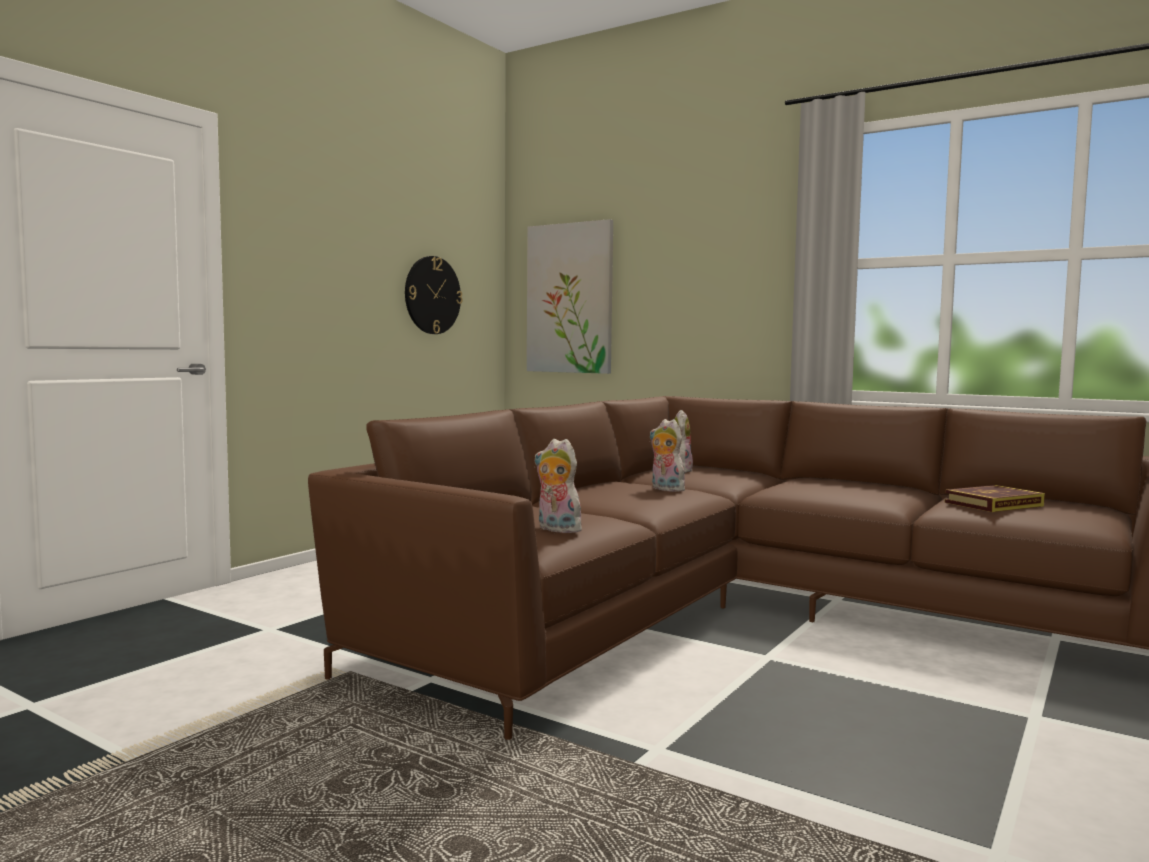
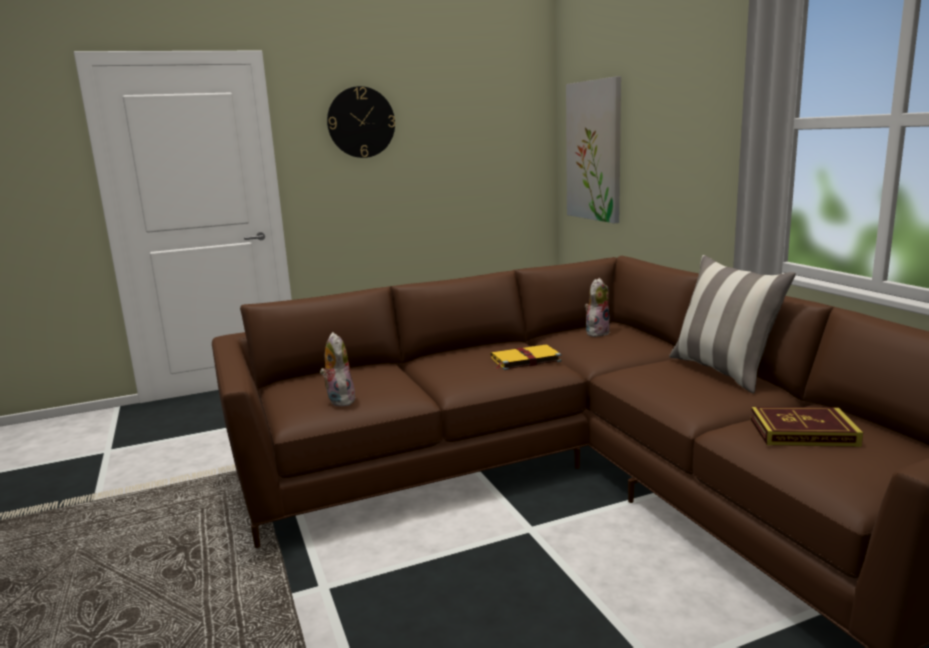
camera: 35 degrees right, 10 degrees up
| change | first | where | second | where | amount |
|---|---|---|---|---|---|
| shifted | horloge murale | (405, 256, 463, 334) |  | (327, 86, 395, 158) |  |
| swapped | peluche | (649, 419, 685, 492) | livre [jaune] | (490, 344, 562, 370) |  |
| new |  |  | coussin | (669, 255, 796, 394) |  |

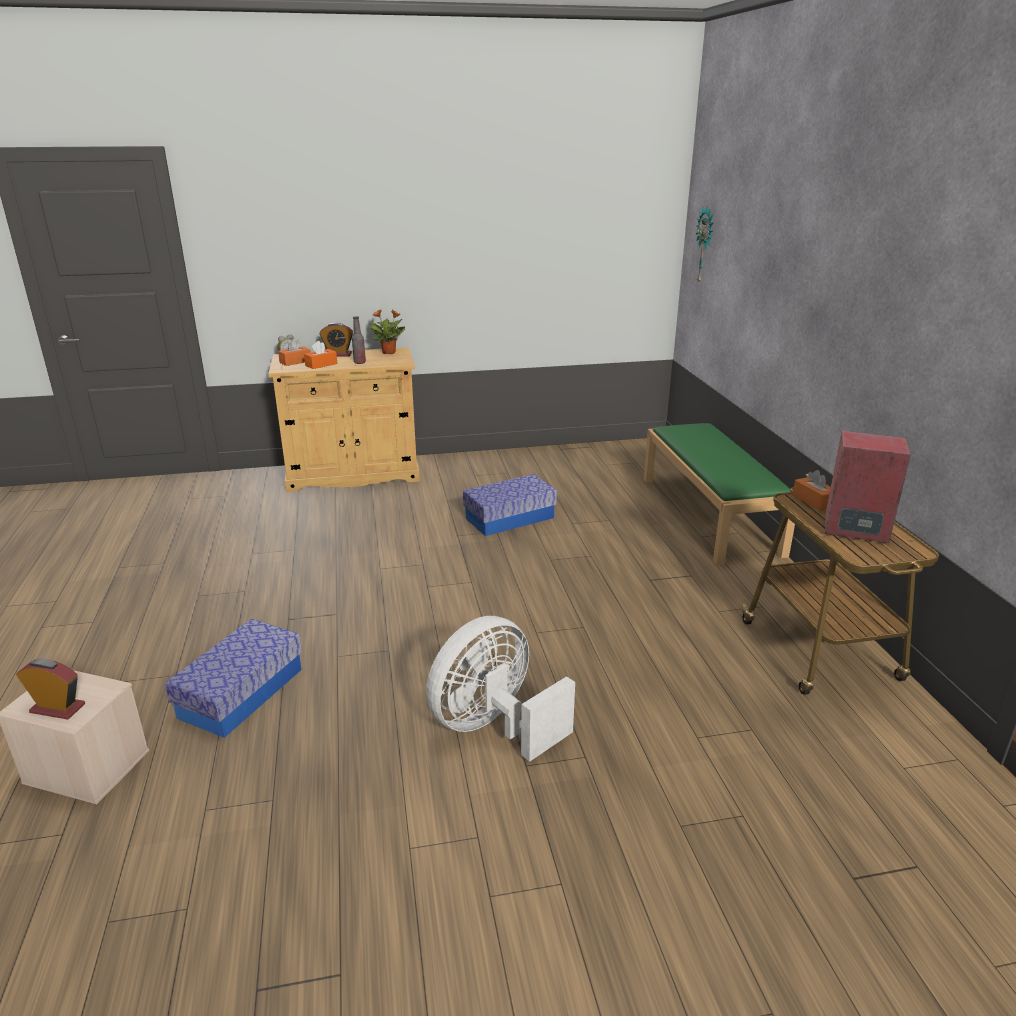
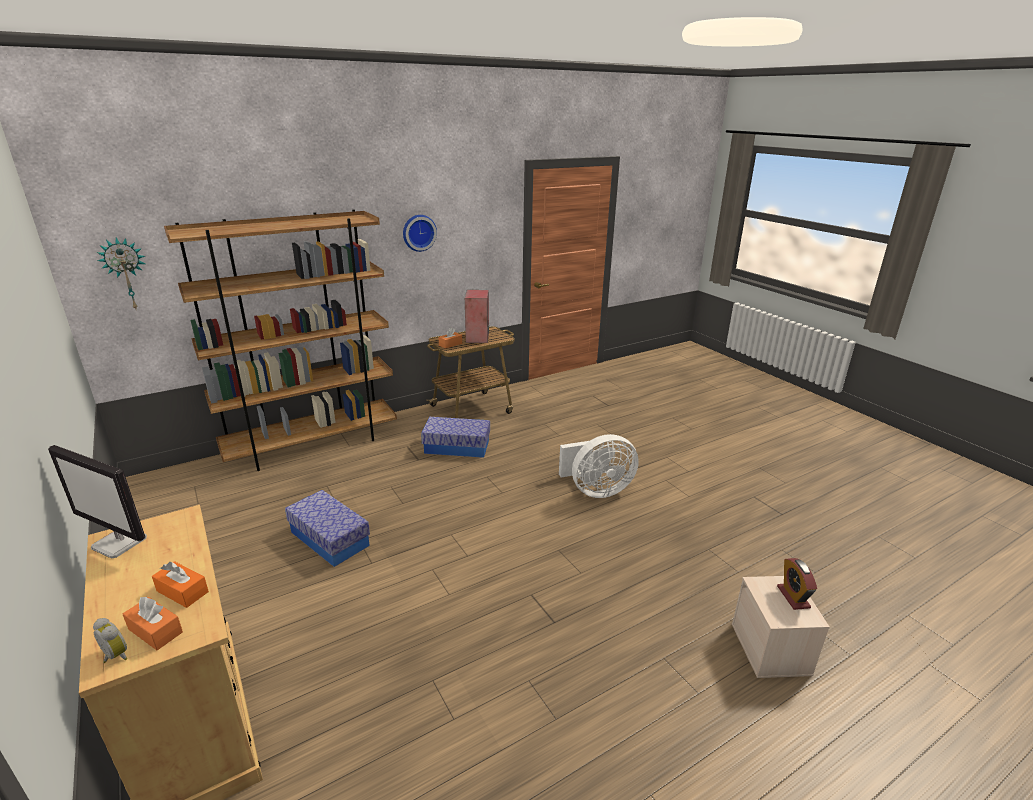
camera: 110 degrees left, 0 degrees up
| change | first | where | second | where | amount |
|---|---|---|---|---|---|
| shifted | boîte de rangement | (165, 619, 302, 738) |  | (421, 417, 490, 458) |  |
| gone | réveil | (320, 323, 353, 357) |  |  |  |
| gone | bouteille | (352, 316, 366, 364) |  |  |  |
| swapped | plante en pot | (370, 309, 406, 354) | écran d'ordinateur | (48, 445, 147, 559) |  |
| rotated | ventilateur [blanc] | (426, 616, 575, 762) |  | (559, 434, 639, 498) | 45 degrees counterclockwise |
| swapped | banc [vert] | (644, 423, 795, 565) | bibliothèque [marron] | (164, 210, 397, 471) |  |
| new |  |  | horloge murale | (403, 215, 437, 252) |  |

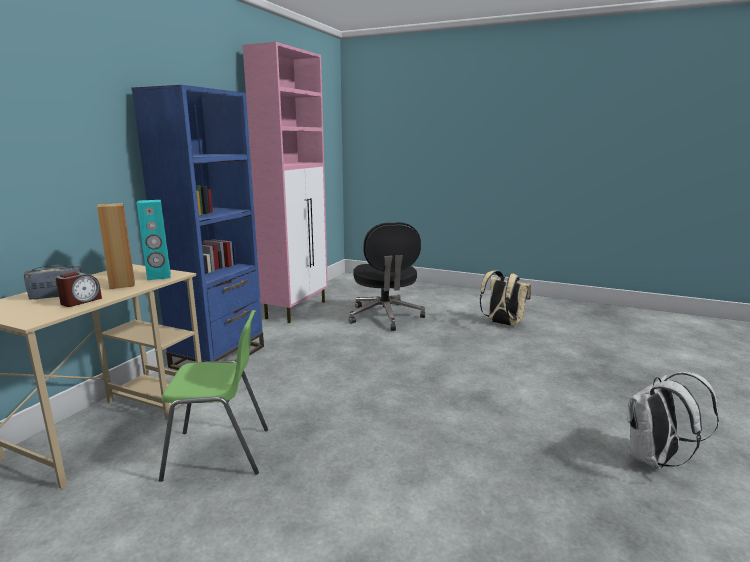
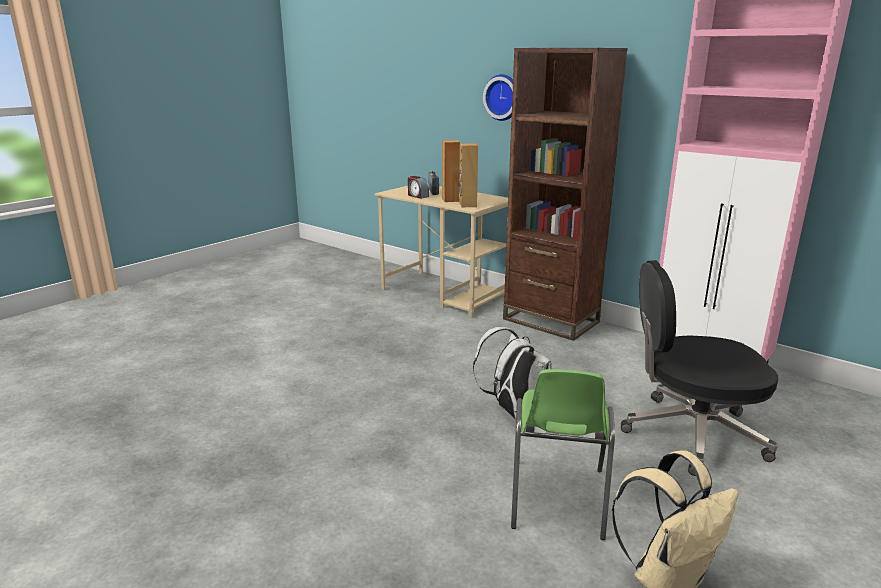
camera: 105 degrees right, 5 degrees up
| change | first | where | second | where | amount |
|---|---|---|---|---|---|
| repainted | bibliothèque [bleu] | (131, 85, 264, 370) | bibliothèque [marron] | (503, 48, 628, 341) |  |
| repainted | enceinte [turquoise] | (137, 200, 171, 280) | enceinte [marron] | (459, 143, 478, 207) |  |
| shifted | chaise [vert] | (159, 310, 268, 482) |  | (511, 369, 615, 540) |  |
| shifted | sac à dos [blanc] | (627, 372, 719, 469) |  | (473, 327, 552, 419) |  |
| new |  |  | horloge murale | (483, 74, 513, 121) |  |

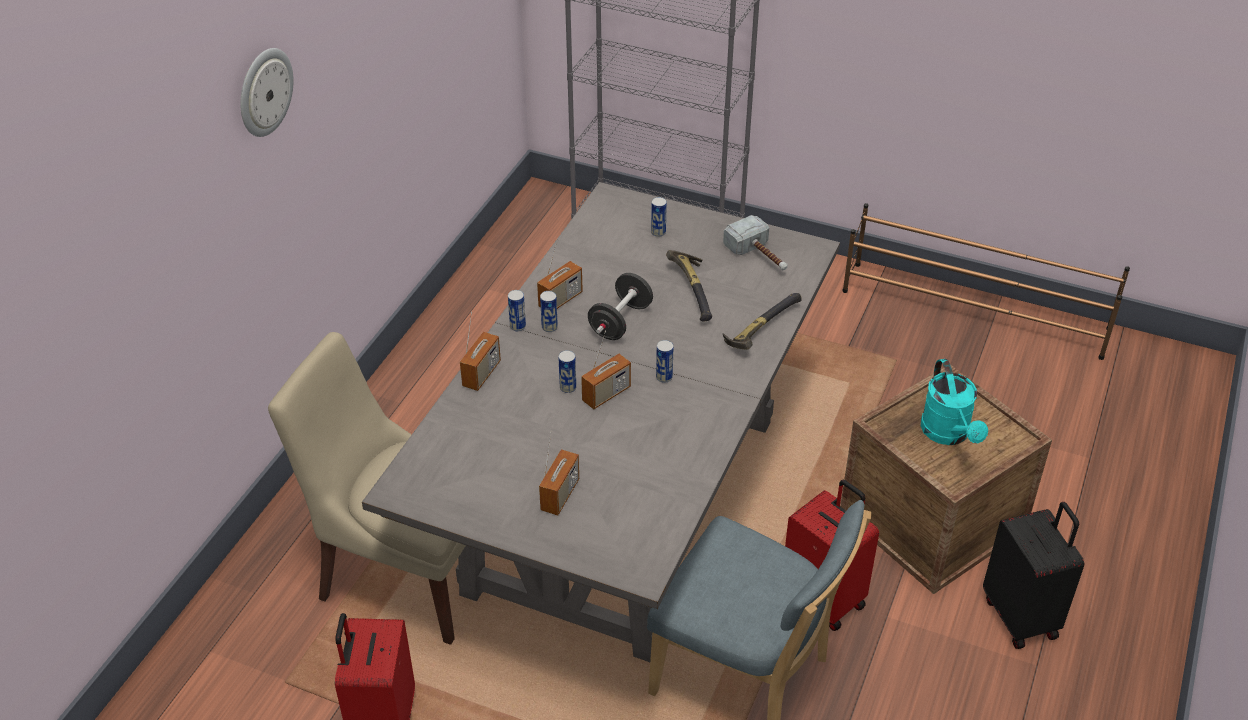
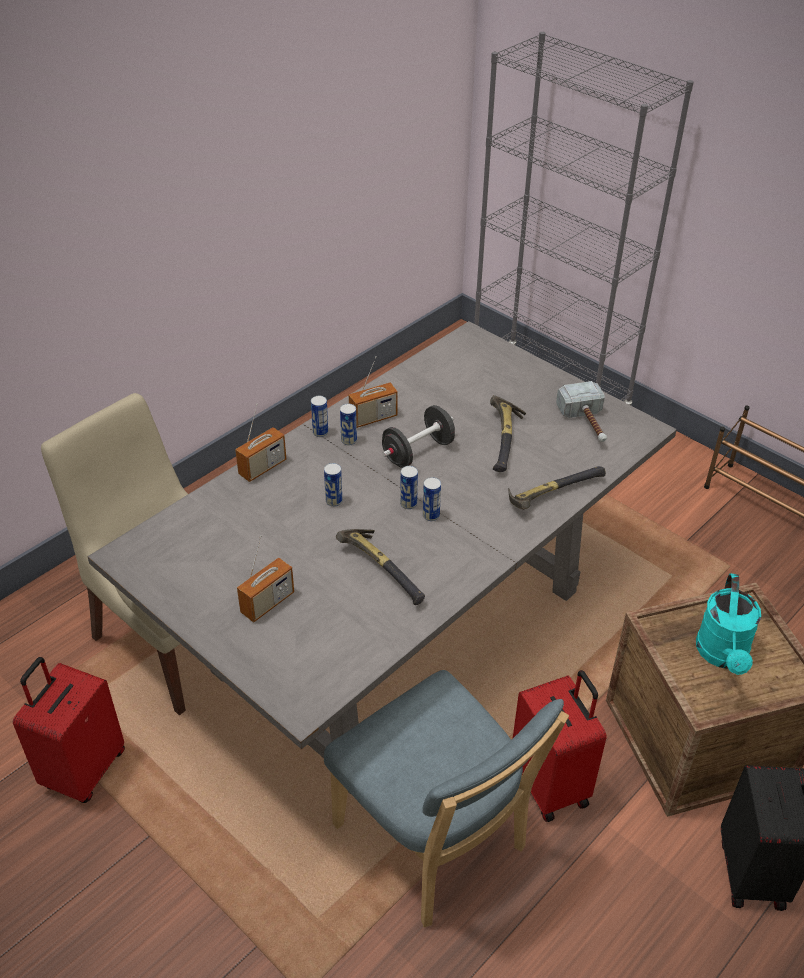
camera: 20 degrees right, 0 degrees up
| change | first | where | second | where | amount |
|---|---|---|---|---|---|
| gone | horloge murale | (240, 48, 293, 137) |  |  |  |
| gone | radio | (581, 330, 631, 409) |  |  |  |
| shifted | boîte métallique | (651, 197, 667, 237) |  | (400, 466, 418, 509) |  |
| new |  |  | marteau | (336, 529, 425, 605) |  |

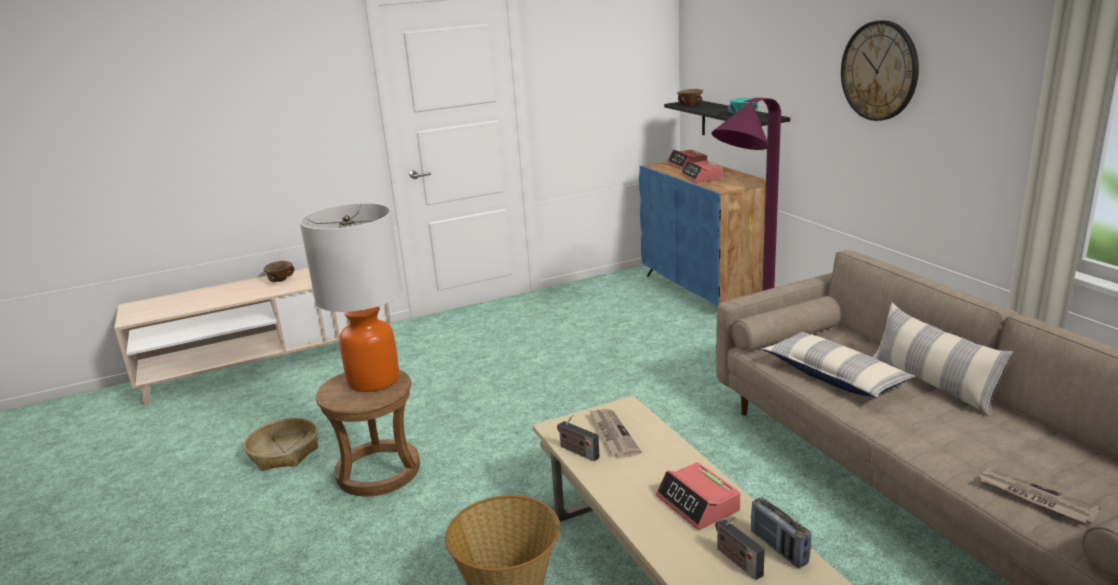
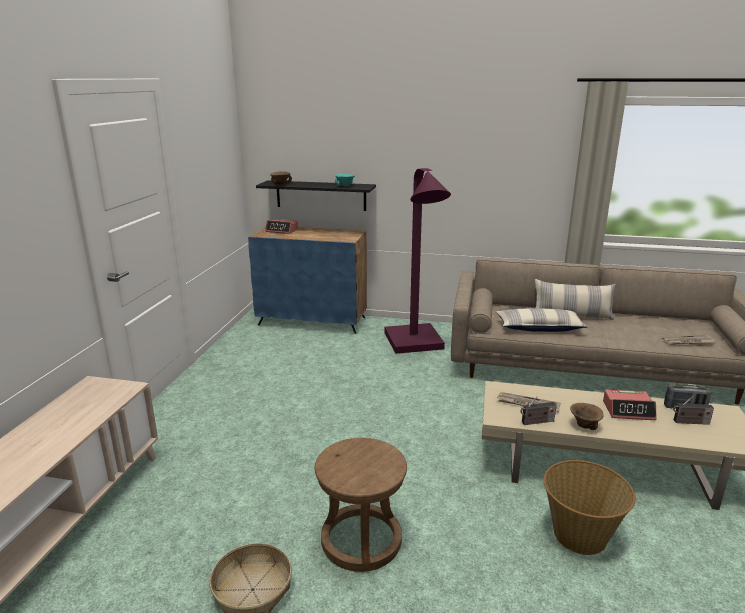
camera: 55 degrees left, 0 degrees up
| change | first | where | second | where | amount |
|---|---|---|---|---|---|
| shifted | bol [marron] | (264, 261, 294, 282) |  | (570, 403, 604, 430) |  |
| gone | lampe de table | (300, 203, 403, 392) |  |  |  |
| gone | réveil | (680, 160, 723, 183) |  |  |  |
| gone | horloge murale | (841, 20, 919, 121) |  |  |  |

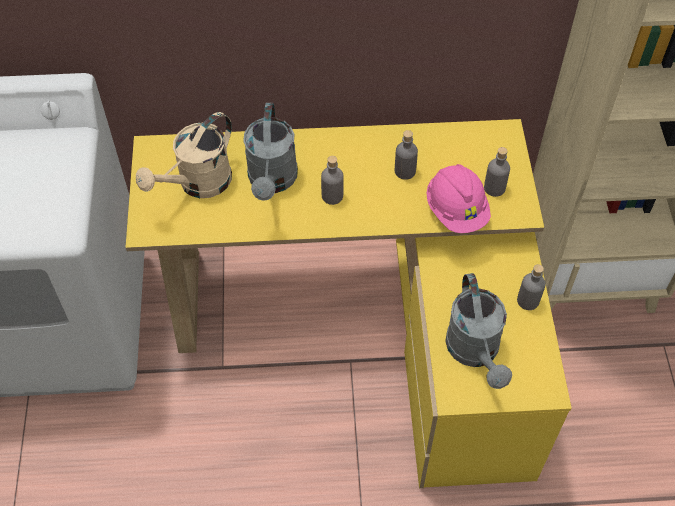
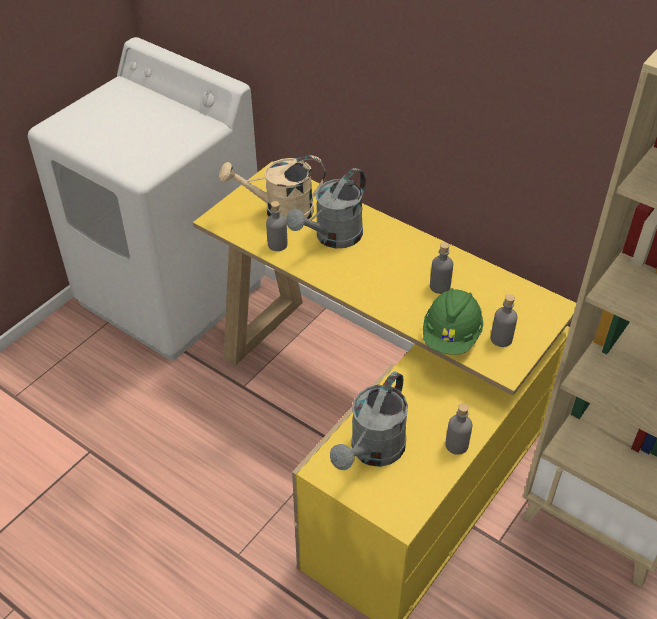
camera: 40 degrees right, 10 degrees down
| change | first | where | second | where | amount |
|---|---|---|---|---|---|
| shifted | bouteille [gris] | (321, 156, 344, 205) |  | (266, 201, 287, 251) |  |
| repainted | casque de chantier [rose] | (427, 164, 491, 233) | casque de chantier [vert] | (423, 288, 483, 355) |  |

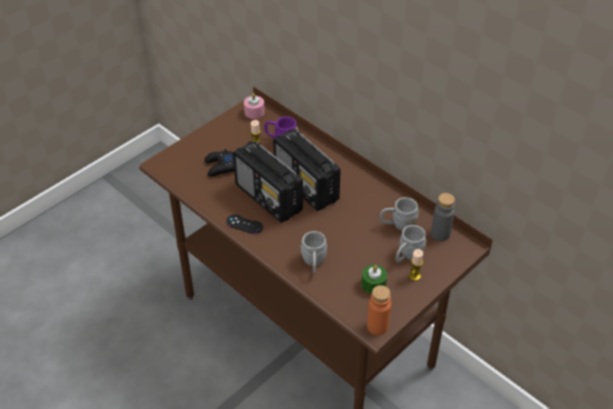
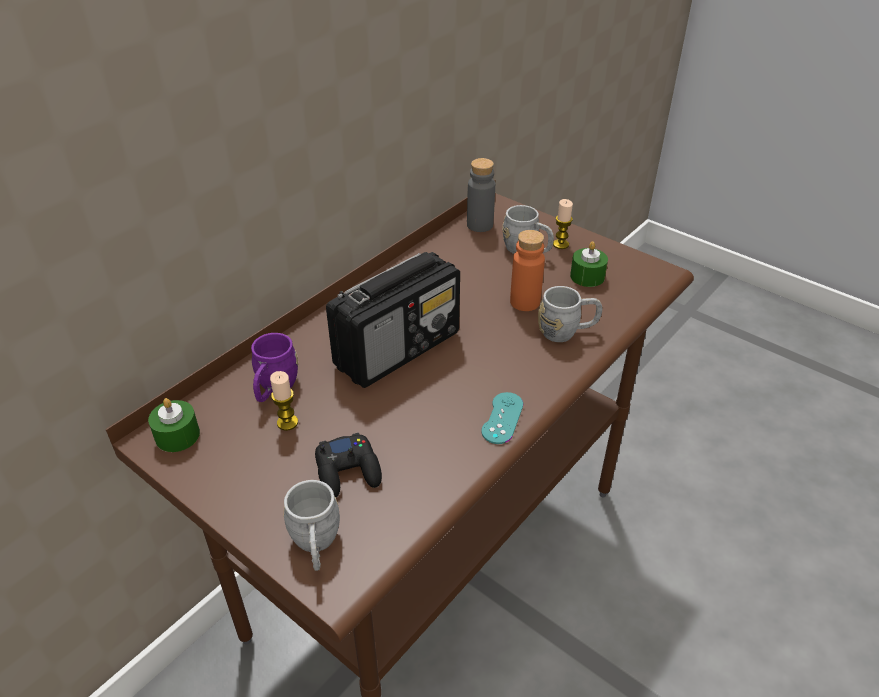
camera: 95 degrees left, 5 degrees down
| change | first | where | second | where | amount |
|---|---|---|---|---|---|
| repainted | manette [noir] | (226, 214, 263, 234) | manette [turquoise] | (481, 392, 523, 444) |  |
| gone | radio | (233, 141, 303, 223) |  |  |  |
| repainted | bougie [rose] | (244, 93, 265, 119) | bougie [vert] | (148, 398, 200, 452) |  |
| shifted | bouteille [orange] | (367, 285, 391, 335) |  | (510, 230, 545, 311) |  |
| shifted | mug [gris] | (380, 197, 419, 231) |  | (283, 480, 340, 571) |  |

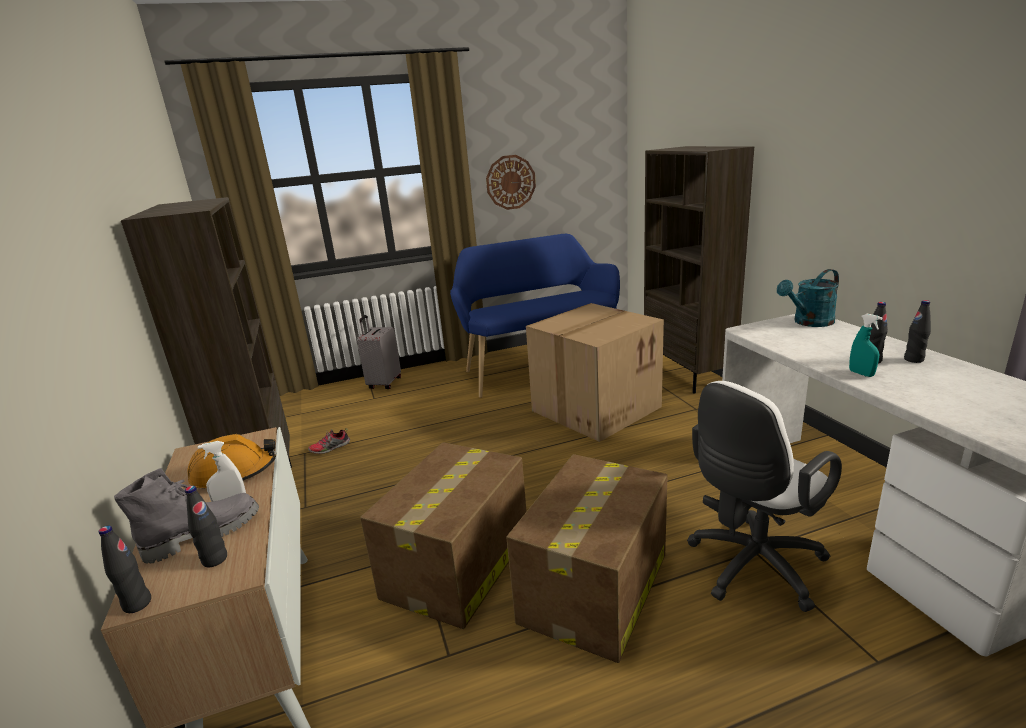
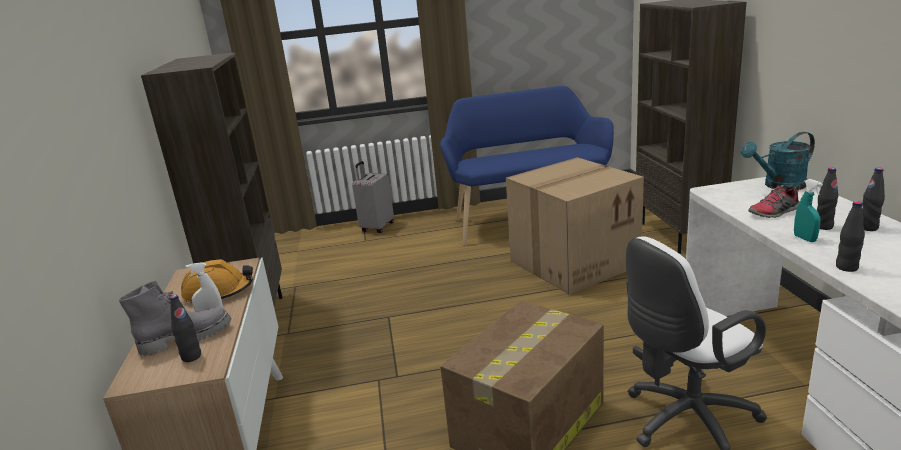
camera: 10 degrees right, 0 degrees up
| change | first | where | second | where | amount |
|---|---|---|---|---|---|
| shifted | bouteille [noir] | (99, 525, 151, 613) |  | (836, 201, 865, 272) |  |
| shifted | chaussure | (308, 428, 350, 454) |  | (748, 185, 800, 218) |  |
| gone | carton | (360, 442, 527, 629) |  |  |  |
| gone | horloge murale | (486, 155, 536, 210) |  |  |  |

